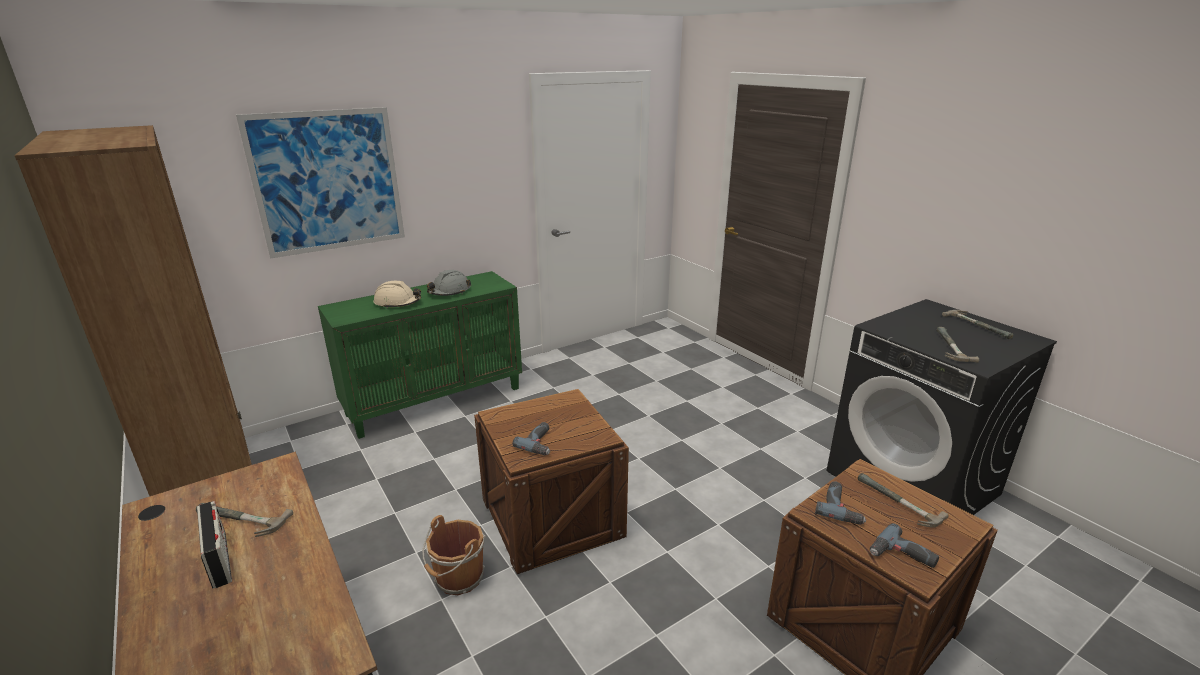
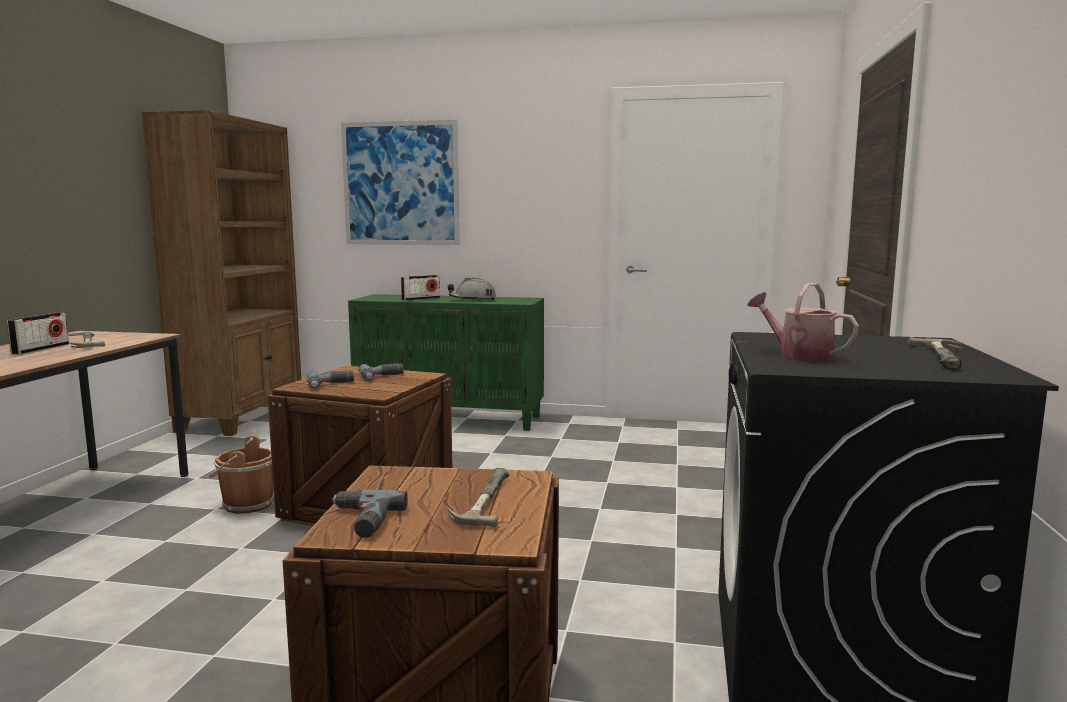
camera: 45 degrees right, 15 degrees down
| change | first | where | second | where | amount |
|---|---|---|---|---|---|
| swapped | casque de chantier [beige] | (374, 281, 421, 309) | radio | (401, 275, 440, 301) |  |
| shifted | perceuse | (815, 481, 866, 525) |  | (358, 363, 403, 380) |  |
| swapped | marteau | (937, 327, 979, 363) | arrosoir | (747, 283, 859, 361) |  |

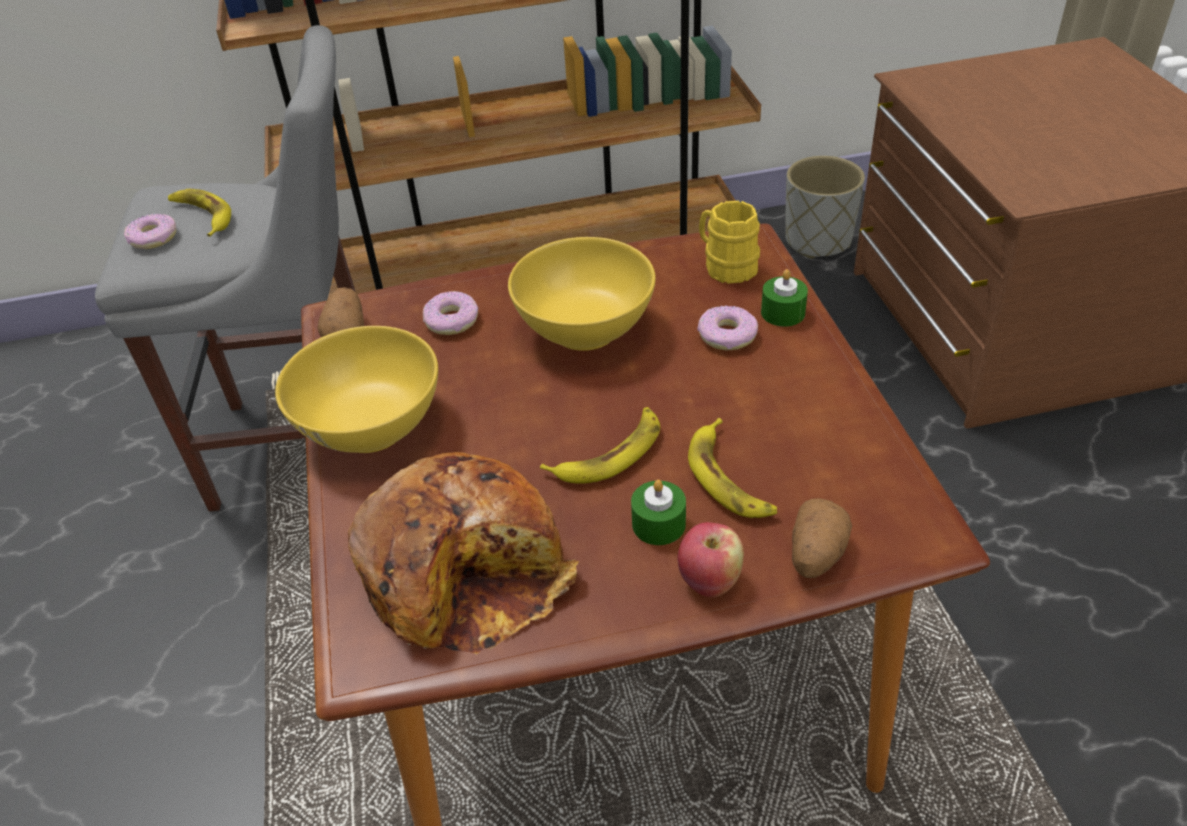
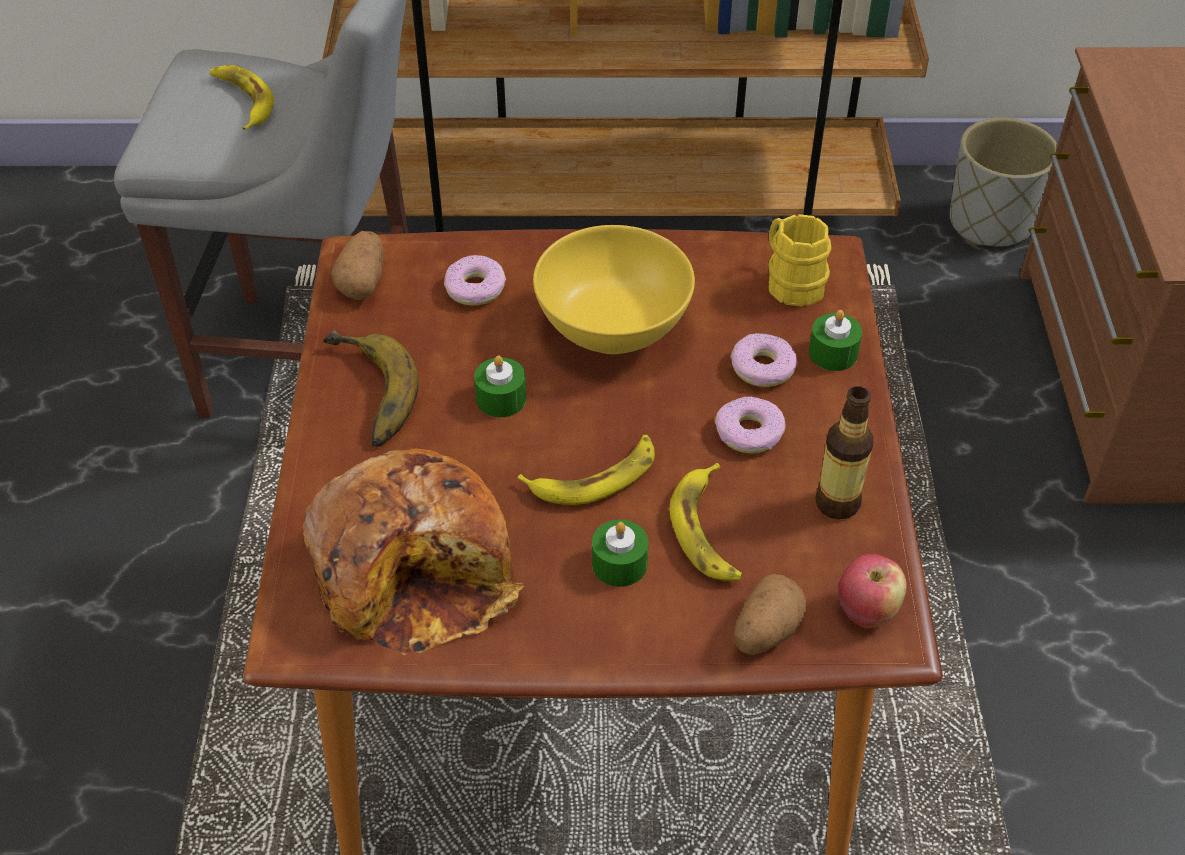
camera: 10 degrees right, 5 degrees up
| change | first | where | second | where | amount |
|---|---|---|---|---|---|
| shifted | beignet | (124, 214, 177, 249) |  | (715, 397, 785, 454) |  |
| swapped | bol [jaune] | (275, 326, 438, 453) | banane | (323, 330, 418, 447) |  |
| shifted | pomme | (678, 522, 744, 597) |  | (838, 554, 907, 628) |  |
| new |  |  | bougie [vert] | (474, 355, 526, 417) |  |
| new |  |  | bouteille | (815, 386, 874, 520) |  |

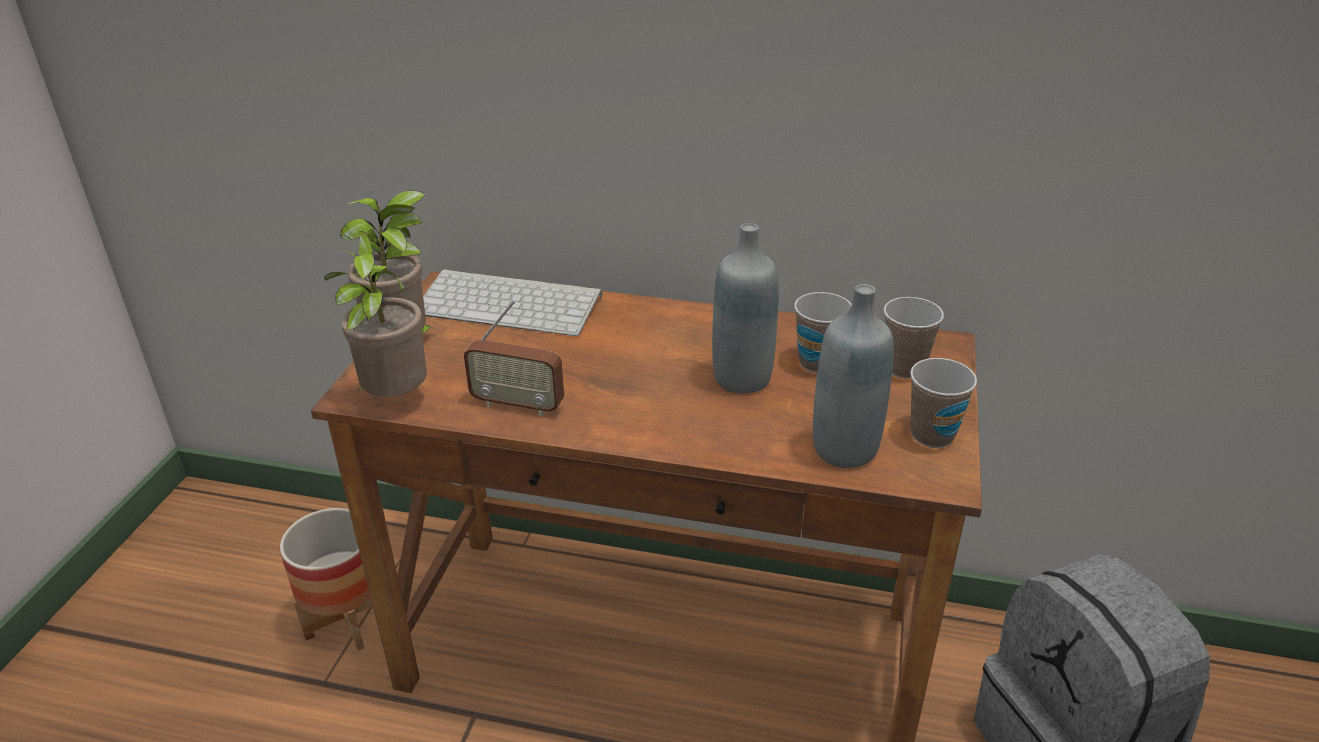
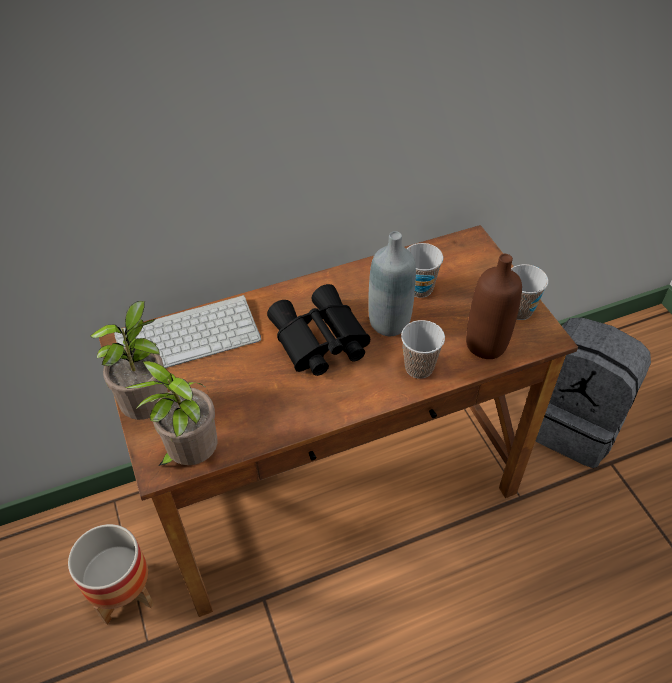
camera: 35 degrees left, 15 degrees up
| change | first | where | second | where | amount |
|---|---|---|---|---|---|
| gone | radio | (464, 300, 564, 416) |  |  |  |
| repainted | bouteille [gris] | (813, 284, 894, 468) | bouteille [marron] | (466, 254, 522, 359) |  |
| shifted | tasse | (884, 297, 944, 378) |  | (401, 320, 445, 379) |  |
| new |  |  | jumelles [noir] | (267, 284, 370, 376) |  |

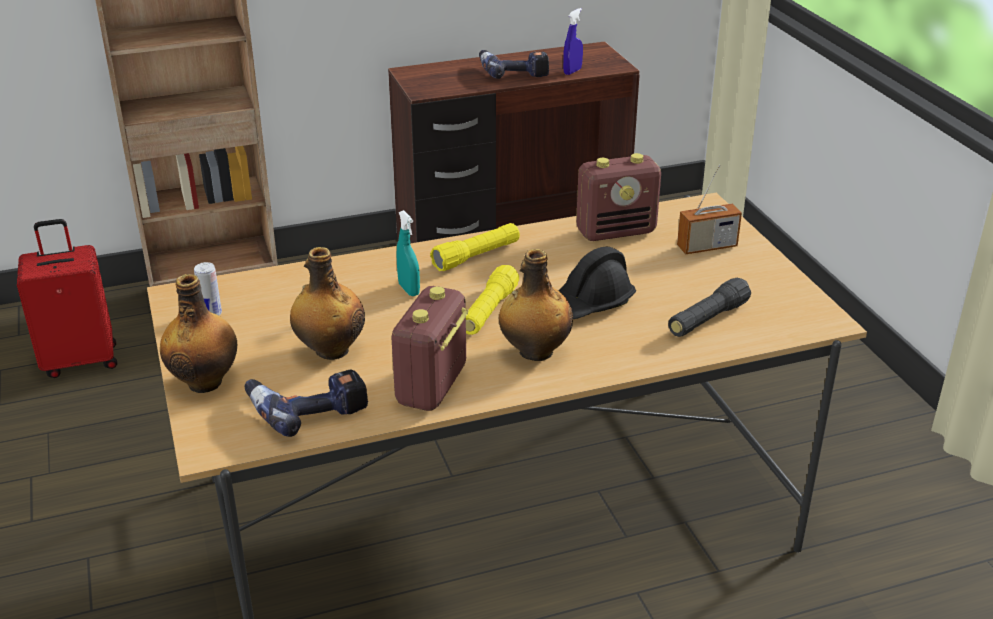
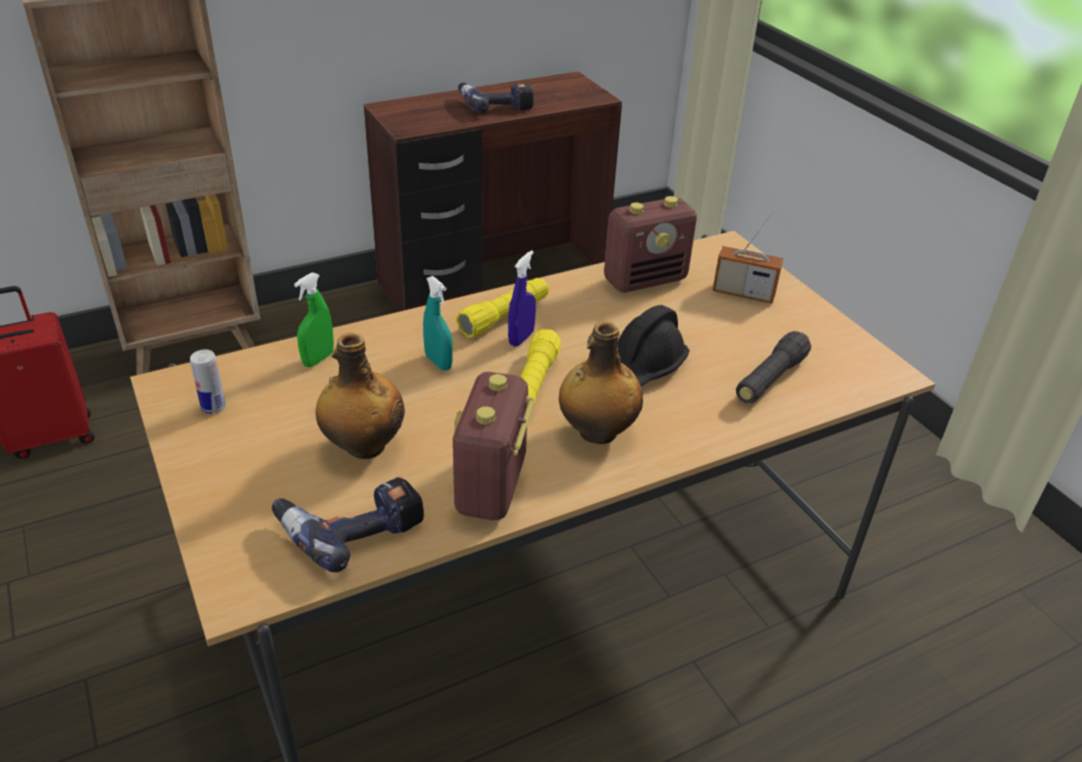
camera: 10 degrees left, 5 degrees up
| change | first | where | second | where | amount |
|---|---|---|---|---|---|
| gone | bouteille | (160, 274, 237, 393) |  |  |  |
| shifted | vaporisateur [bleu] | (563, 8, 583, 75) |  | (508, 250, 536, 347) |  |
| rotated | radio | (677, 165, 742, 254) |  | (713, 211, 783, 304) | 45 degrees clockwise |
| new |  |  | vaporisateur [vert] | (294, 272, 334, 367) |  |

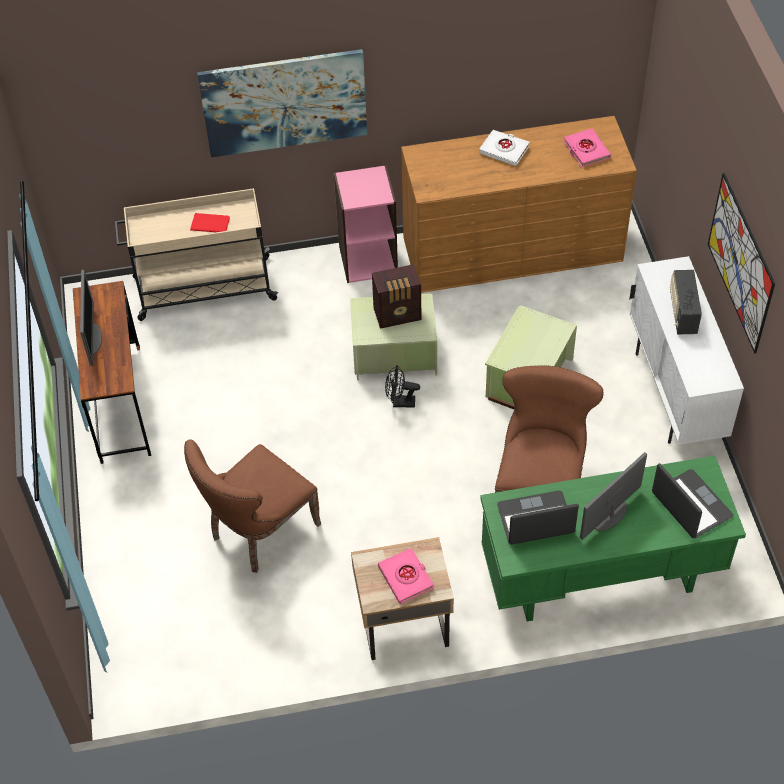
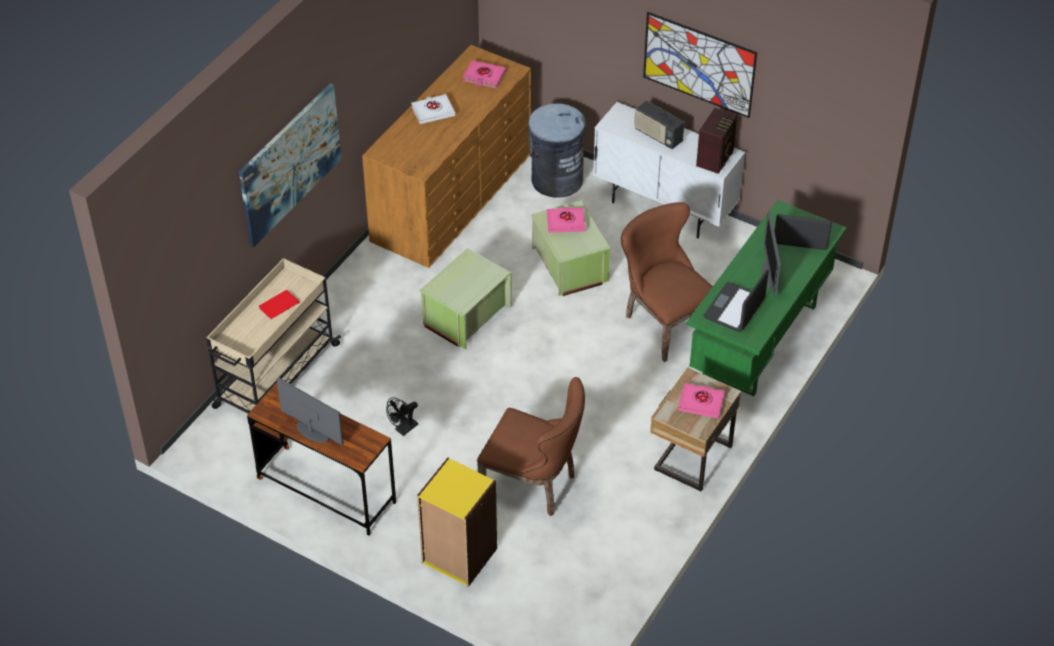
camera: 50 degrees left, 5 degrees down
| change | first | where | second | where | amount |
|---|---|---|---|---|---|
| rotated | chaise [marron] | (184, 439, 321, 573) |  | (477, 377, 585, 516) | 60 degrees counterclockwise |
| gone | bibliothèque [rose] | (334, 165, 398, 283) |  |  |  |
| shifted | radio | (372, 264, 422, 329) |  | (696, 108, 737, 174) |  |
| shifted | ventilateur [noir] | (385, 365, 420, 408) |  | (387, 398, 418, 436) |  |
| new |  |  | bibliothèque [jaune] | (417, 458, 497, 587) |  |
| new |  |  | poubelle [gris] | (528, 103, 586, 198) |  |
| new |  |  | livre [rose] | (547, 207, 586, 233) |  |

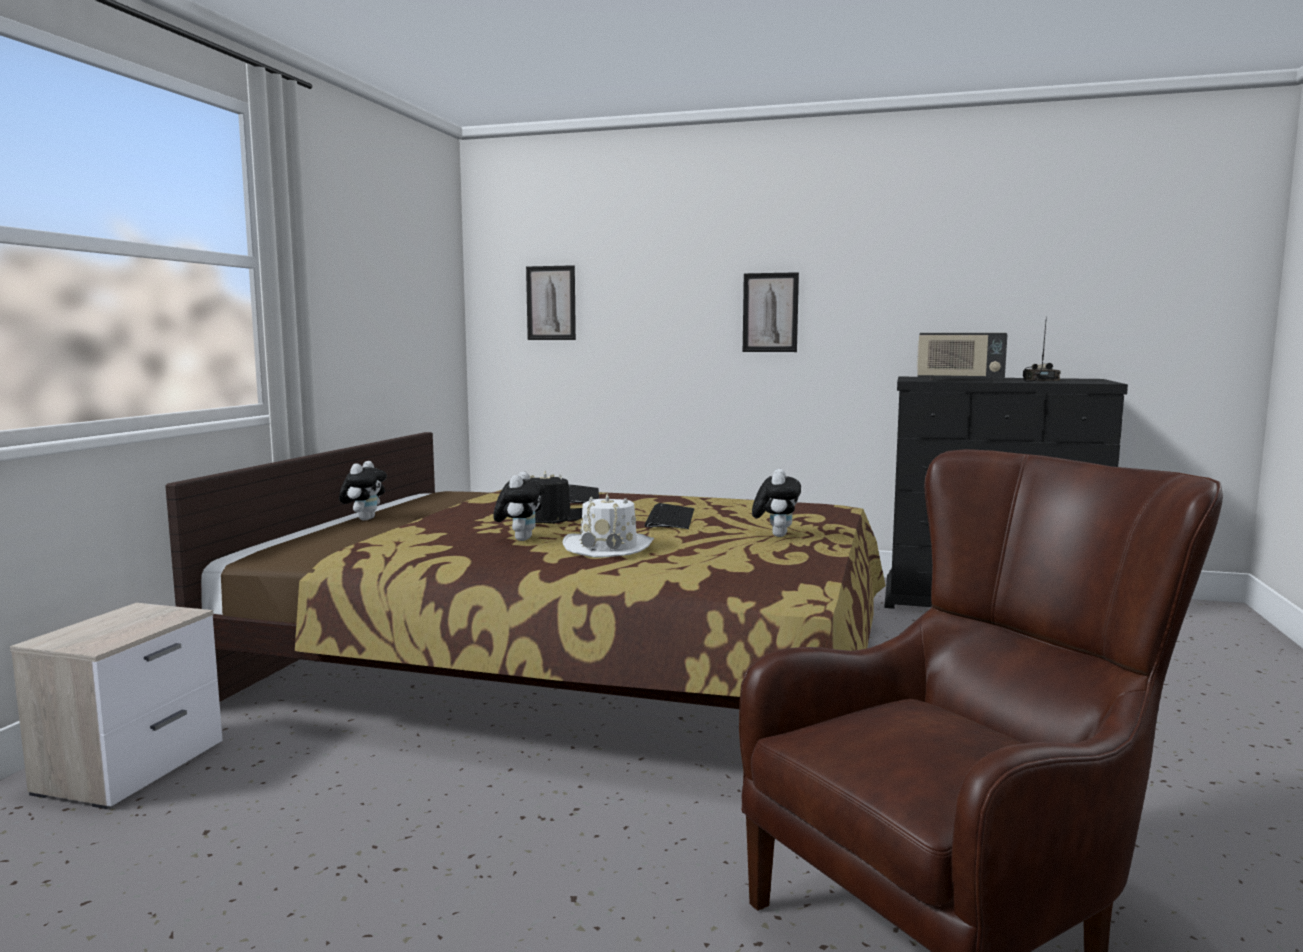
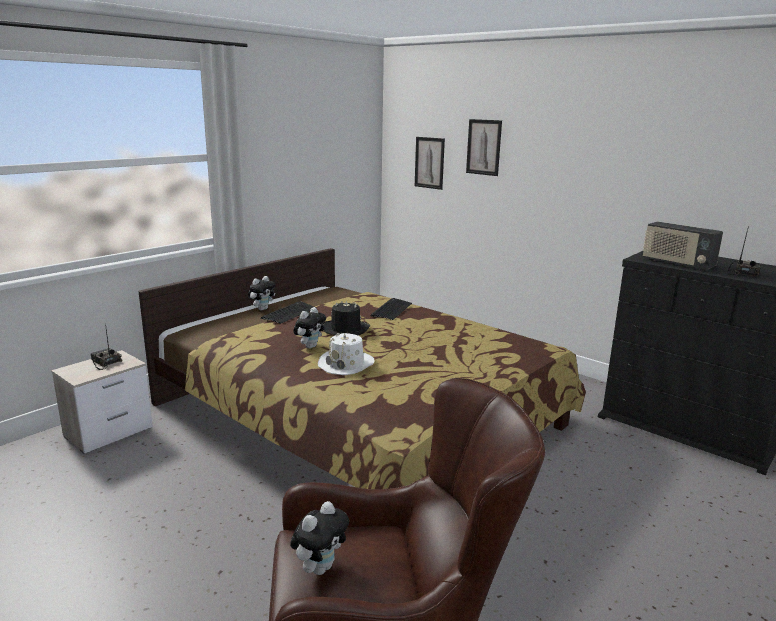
camera: 25 degrees right, 10 degrees up
| change | first | where | second | where | amount |
|---|---|---|---|---|---|
| shifted | clavier | (645, 503, 694, 529) |  | (261, 301, 317, 324) |  |
| shifted | tableau | (743, 272, 799, 352) |  | (466, 119, 502, 176) |  |
| shifted | peluche | (752, 469, 801, 537) |  | (290, 501, 349, 575) |  |
| new |  |  | radio | (90, 324, 122, 370) |  |

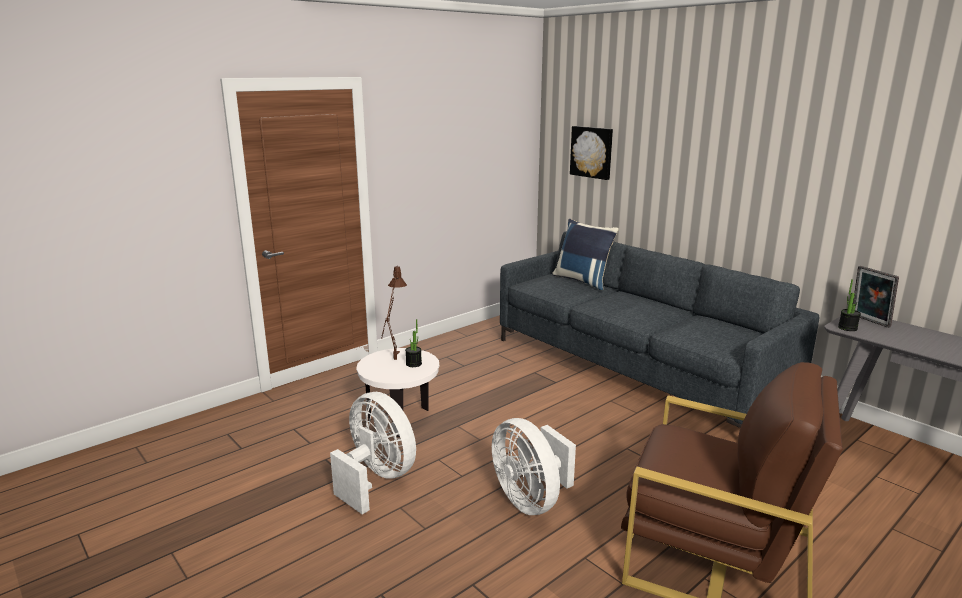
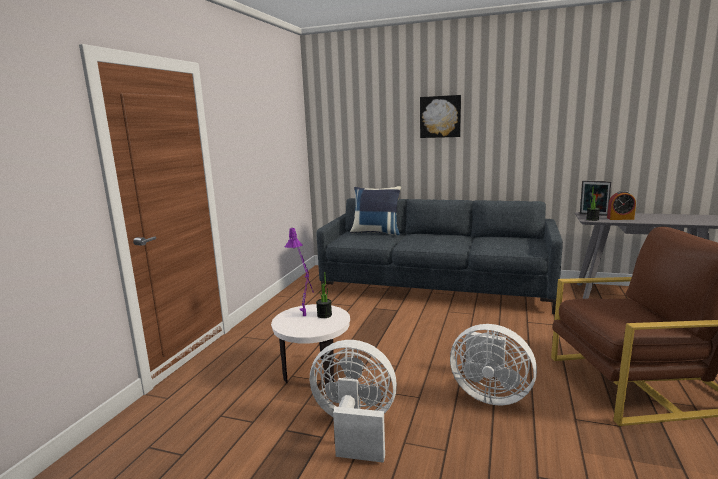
camera: 30 degrees left, 5 degrees down
| change | first | where | second | where | amount |
|---|---|---|---|---|---|
| repainted | lampe de table [marron] | (381, 266, 407, 360) | lampe de table [violet] | (285, 228, 314, 316) |  |
| shifted | tableau | (570, 126, 613, 180) |  | (420, 95, 461, 138) |  |
| new |  |  | réveil | (607, 191, 636, 220) |  |

